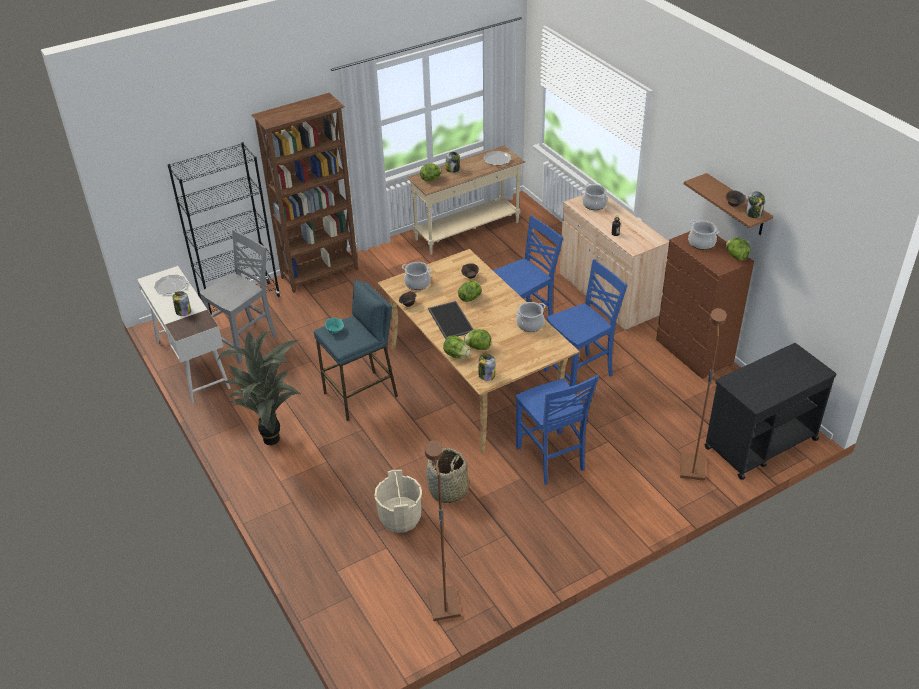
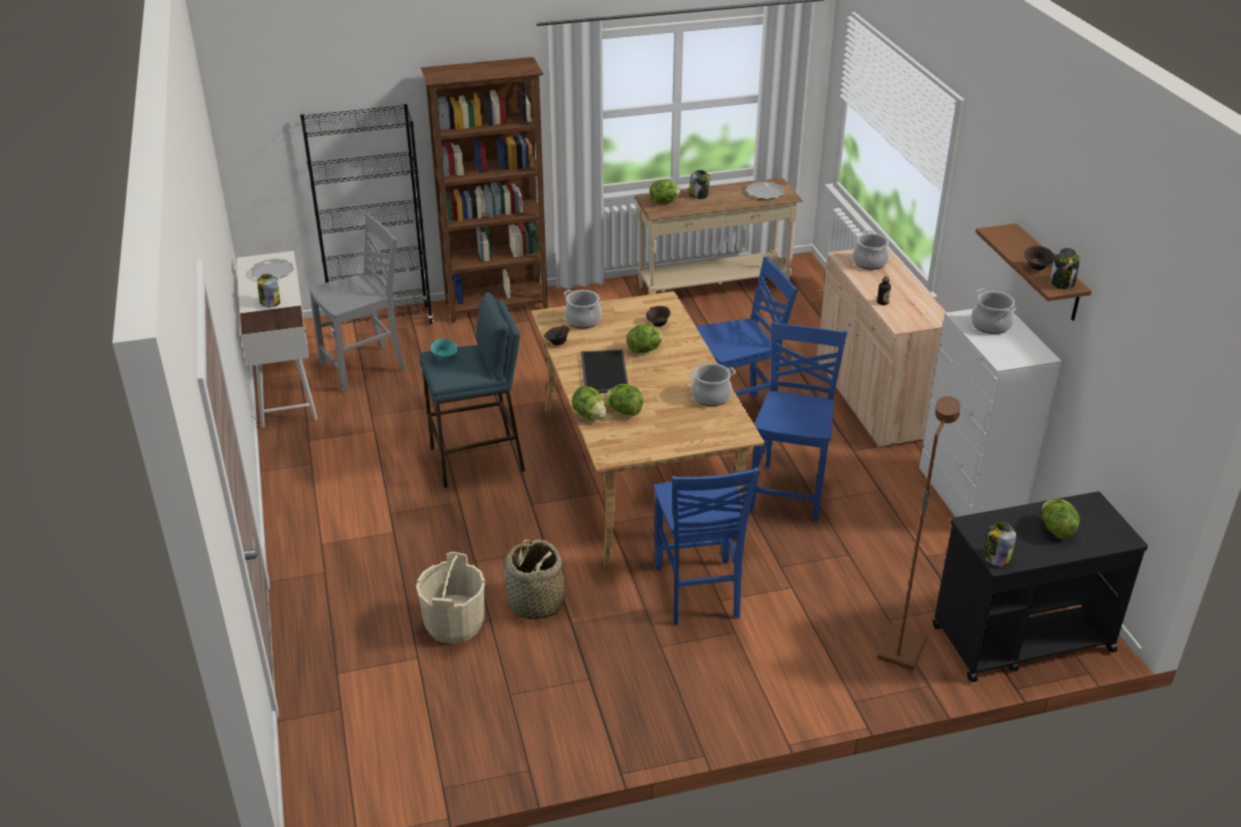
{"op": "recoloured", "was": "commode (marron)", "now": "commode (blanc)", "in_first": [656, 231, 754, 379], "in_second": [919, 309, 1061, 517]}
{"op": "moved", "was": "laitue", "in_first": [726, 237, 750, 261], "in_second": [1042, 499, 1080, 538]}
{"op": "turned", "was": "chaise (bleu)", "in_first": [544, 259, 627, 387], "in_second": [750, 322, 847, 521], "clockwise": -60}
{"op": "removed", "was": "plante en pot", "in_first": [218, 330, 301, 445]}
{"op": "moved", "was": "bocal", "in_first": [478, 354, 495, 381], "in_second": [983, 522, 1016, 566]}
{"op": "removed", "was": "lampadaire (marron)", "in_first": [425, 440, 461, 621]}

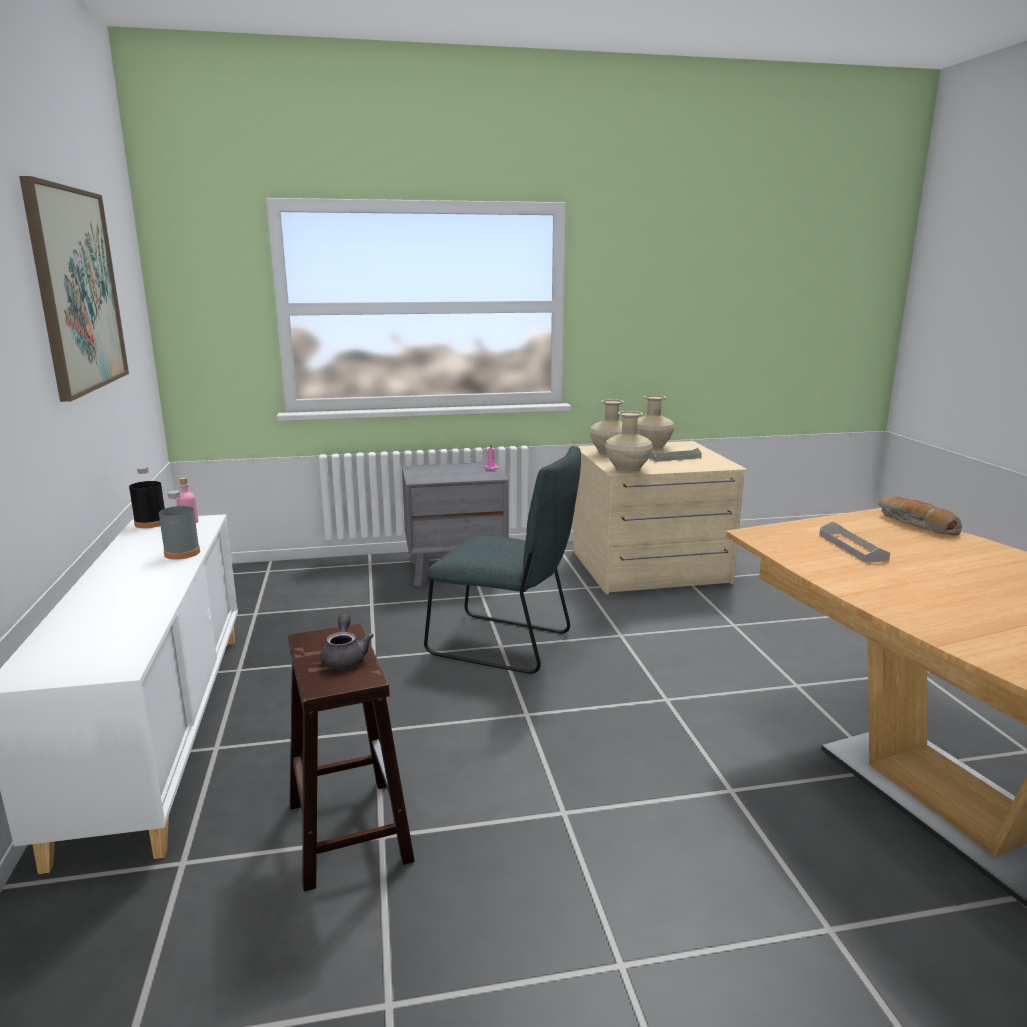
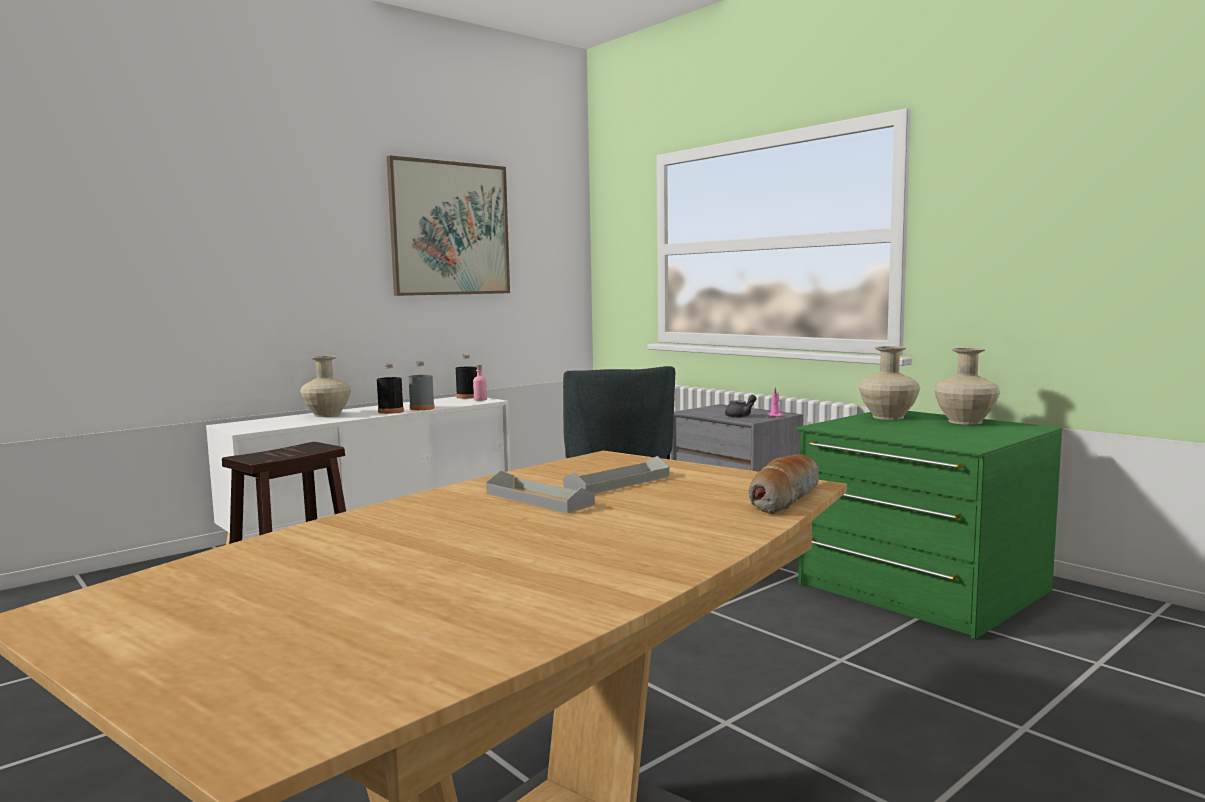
{"op": "moved", "was": "vase (beige)", "in_first": [605, 411, 653, 473], "in_second": [300, 356, 351, 417]}
{"op": "recoloured", "was": "commode (beige)", "now": "commode (vert)", "in_first": [573, 441, 747, 594], "in_second": [796, 411, 1063, 639]}
{"op": "moved", "was": "plateau (gris)", "in_first": [649, 448, 702, 462], "in_second": [486, 471, 595, 514]}
{"op": "moved", "was": "théière (gris)", "in_first": [320, 613, 374, 669], "in_second": [725, 395, 757, 418]}
{"op": "added", "now": "bouteille (noir)", "in_second": [377, 364, 404, 414]}

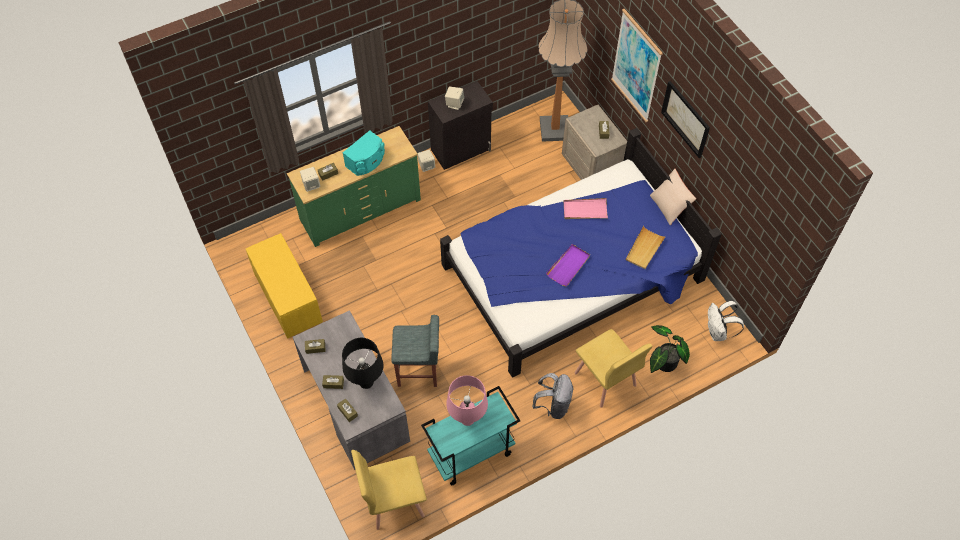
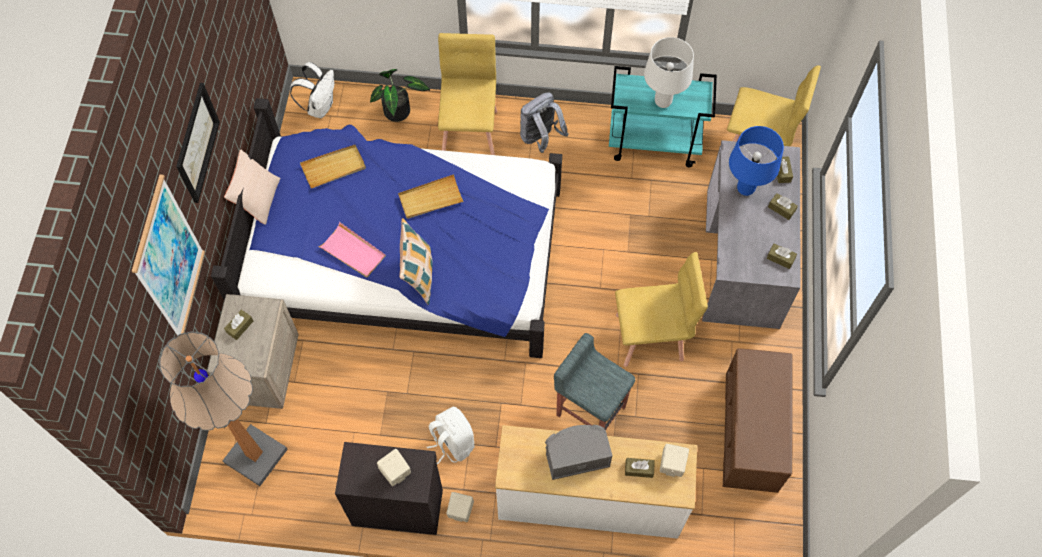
{"op": "recoloured", "was": "commode (vert)", "now": "commode (blanc)", "in_first": [287, 126, 421, 247], "in_second": [495, 425, 697, 539]}
{"op": "recoloured", "was": "enceinte (turquoise)", "now": "enceinte (gris)", "in_first": [343, 130, 385, 176], "in_second": [545, 425, 613, 480]}
{"op": "recoloured", "was": "banc (jaune)", "now": "banc (marron)", "in_first": [246, 233, 323, 339], "in_second": [723, 348, 793, 493]}
{"op": "recoloured", "was": "plateau (violet)", "now": "plateau (beige)", "in_first": [546, 244, 590, 287], "in_second": [398, 174, 464, 219]}
{"op": "moved", "was": "tabouret (gris)", "in_first": [391, 315, 439, 387], "in_second": [554, 333, 635, 430]}
{"op": "recoloured", "was": "lampe de table (noir)", "now": "lampe de table (bleu)", "in_first": [342, 338, 383, 389], "in_second": [729, 126, 784, 196]}
{"op": "recoloured", "was": "lampe de table (rose)", "now": "lampe de table (blanc)", "in_first": [446, 375, 488, 426], "in_second": [644, 37, 694, 108]}
{"op": "added", "now": "coussin", "in_second": [399, 218, 433, 305]}
{"op": "added", "now": "chaise (jaune)", "in_second": [615, 252, 708, 367]}
{"op": "added", "now": "sac à dos (blanc)", "in_second": [427, 407, 475, 464]}

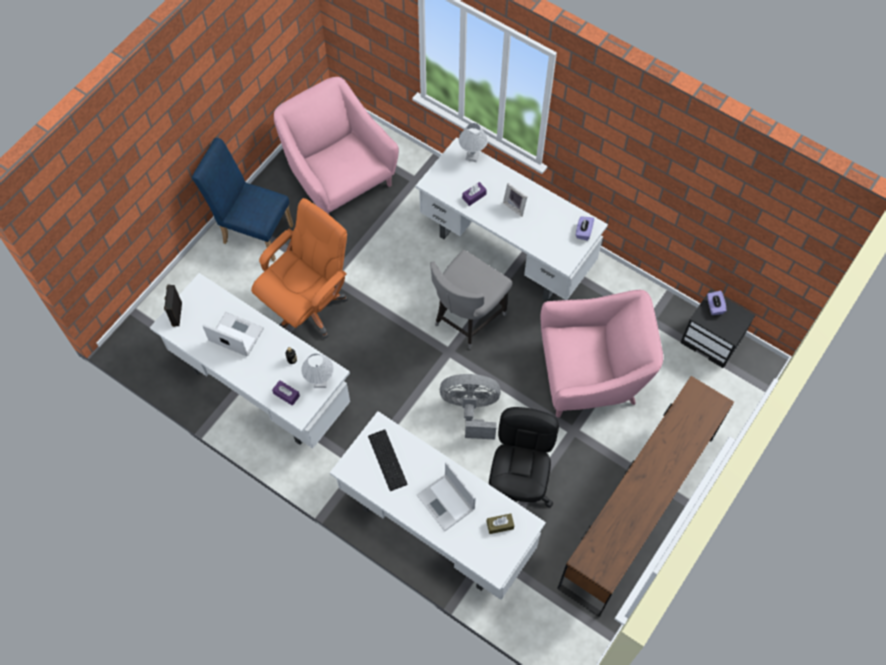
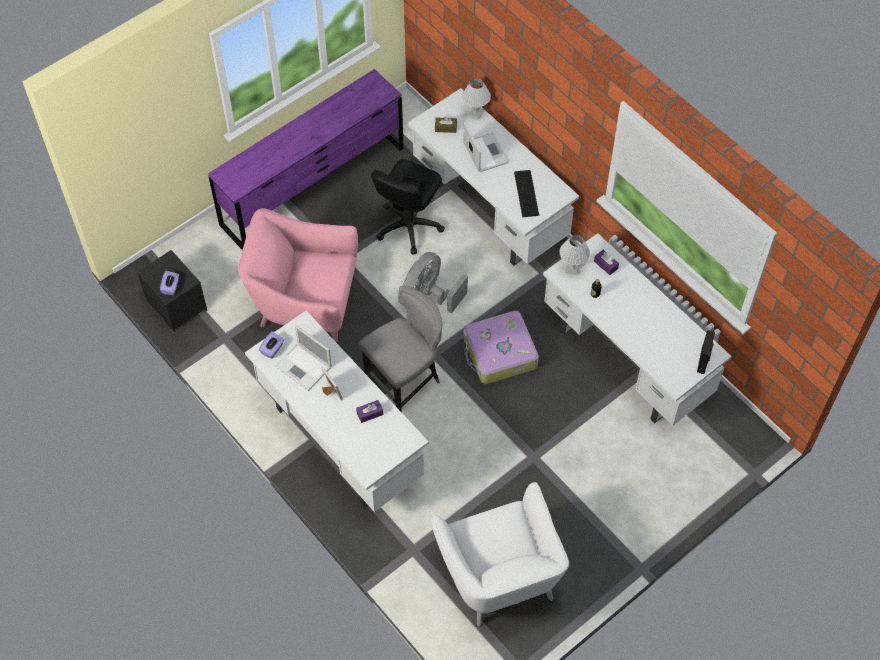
{"op": "recoloured", "was": "fauteuil (rose)", "now": "fauteuil (blanc)", "in_first": [274, 77, 399, 214], "in_second": [431, 482, 569, 626]}
{"op": "moved", "was": "lampe de table (blanc)", "in_first": [459, 123, 488, 162], "in_second": [462, 79, 491, 120]}
{"op": "removed", "was": "chaise (bleu)", "in_first": [192, 138, 294, 261]}
{"op": "removed", "was": "chaise de bureau (orange)", "in_first": [251, 198, 348, 339]}
{"op": "moved", "was": "ordinateur portable", "in_first": [202, 312, 264, 357], "in_second": [275, 325, 332, 391]}
{"op": "turned", "was": "ventilateur (gris)", "in_first": [440, 374, 501, 440], "in_second": [403, 252, 468, 313], "clockwise": 105}
{"op": "recoloured", "was": "commode (marron)", "now": "commode (violet)", "in_first": [557, 376, 734, 617], "in_second": [208, 69, 404, 250]}
{"op": "added", "now": "valise", "in_second": [463, 311, 539, 384]}

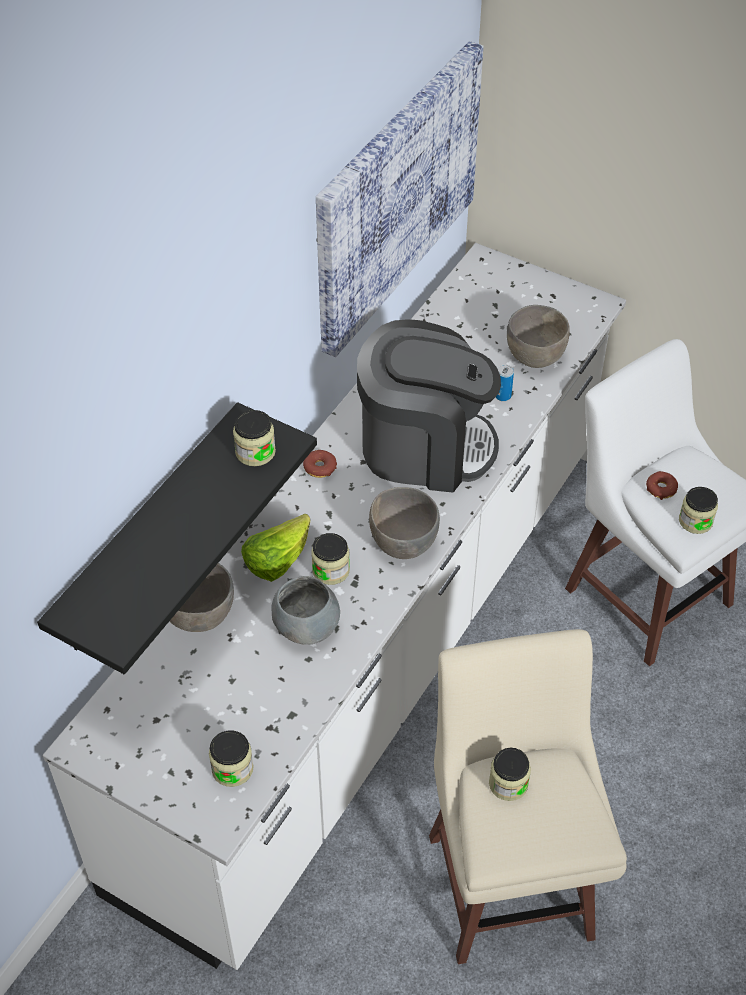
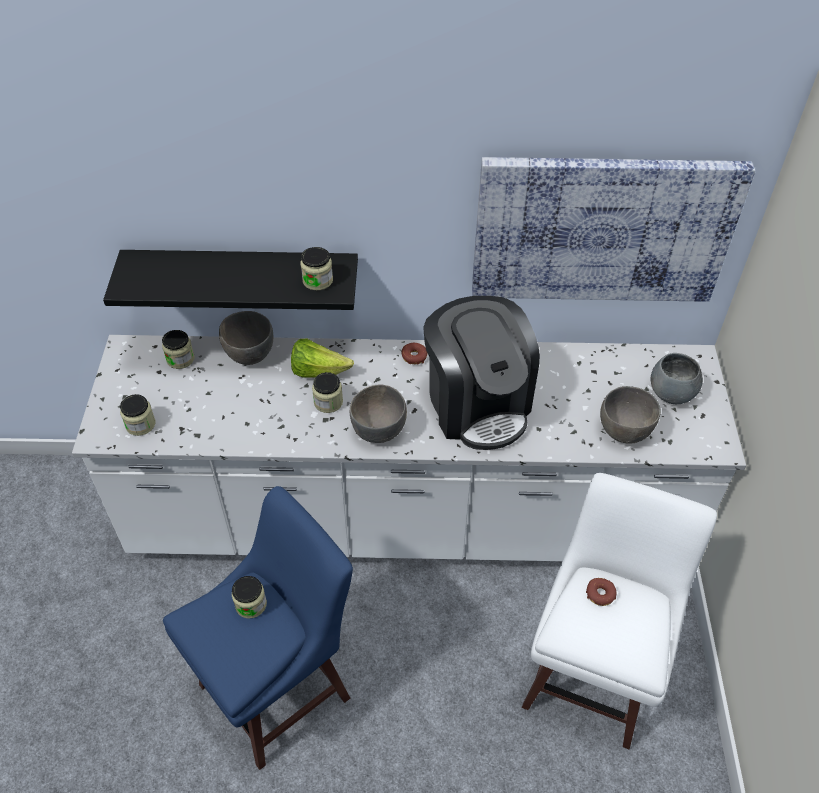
{"op": "removed", "was": "boîte métallique", "in_first": [496, 364, 514, 401]}
{"op": "moved", "was": "bocal", "in_first": [679, 487, 718, 534], "in_second": [162, 330, 195, 369]}
{"op": "moved", "was": "bol (gris)", "in_first": [271, 576, 340, 645], "in_second": [651, 353, 703, 404]}
{"op": "recoloured", "was": "tabouret (beige)", "now": "tabouret (bleu)", "in_first": [429, 629, 627, 964], "in_second": [163, 486, 353, 770]}

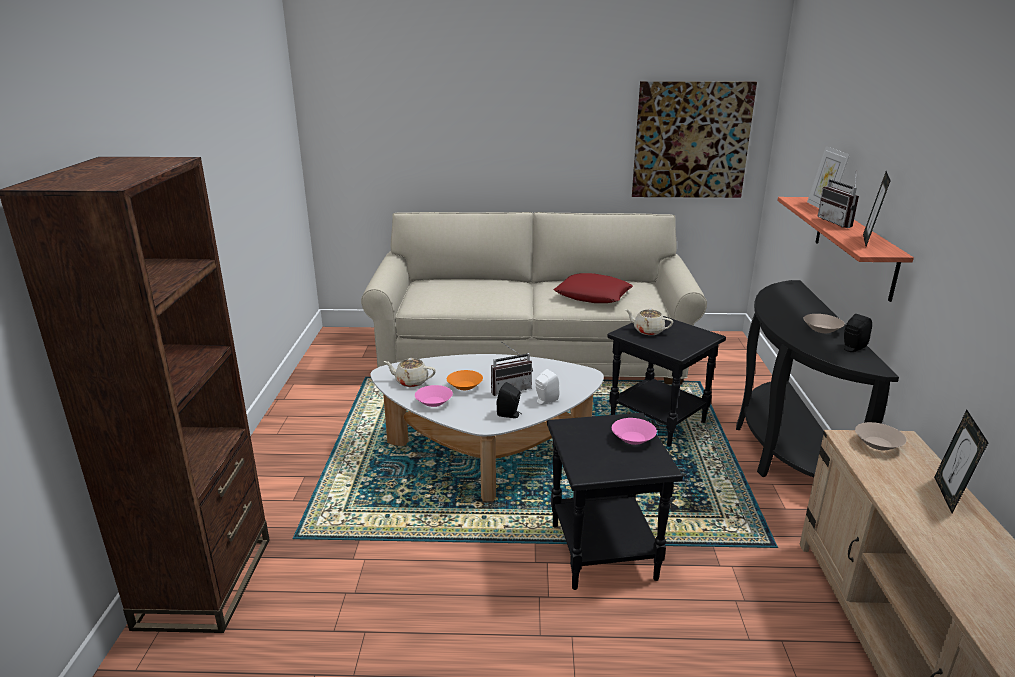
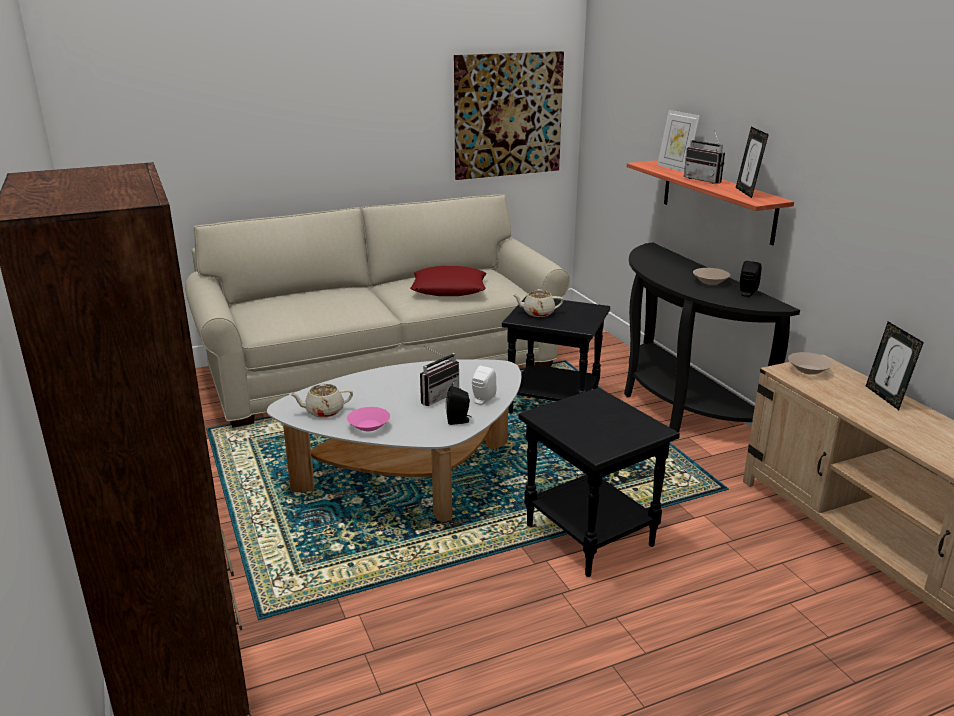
{"op": "removed", "was": "bol (orange)", "in_first": [447, 370, 483, 390]}
{"op": "removed", "was": "bol (rose)", "in_first": [612, 418, 657, 445]}

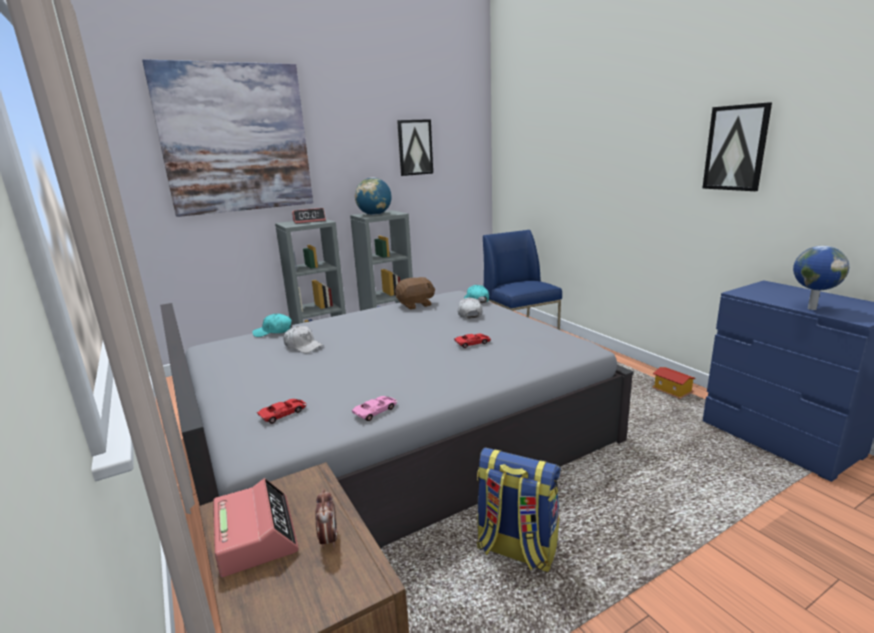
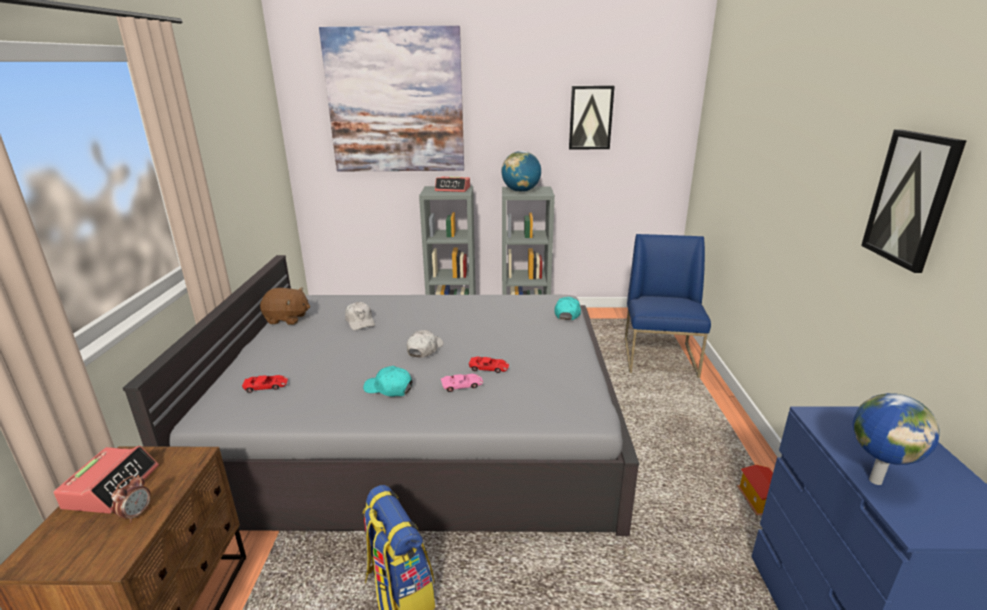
{"op": "moved", "was": "peluche (marron)", "in_first": [395, 277, 435, 310], "in_second": [260, 287, 310, 325]}
{"op": "moved", "was": "casquette (blanc)", "in_first": [457, 298, 482, 319], "in_second": [407, 330, 444, 358]}
{"op": "moved", "was": "casquette (turquoise)", "in_first": [252, 314, 292, 337], "in_second": [363, 366, 413, 397]}
{"op": "moved", "was": "petite voiture (rose)", "in_first": [352, 396, 397, 421], "in_second": [441, 374, 483, 392]}

